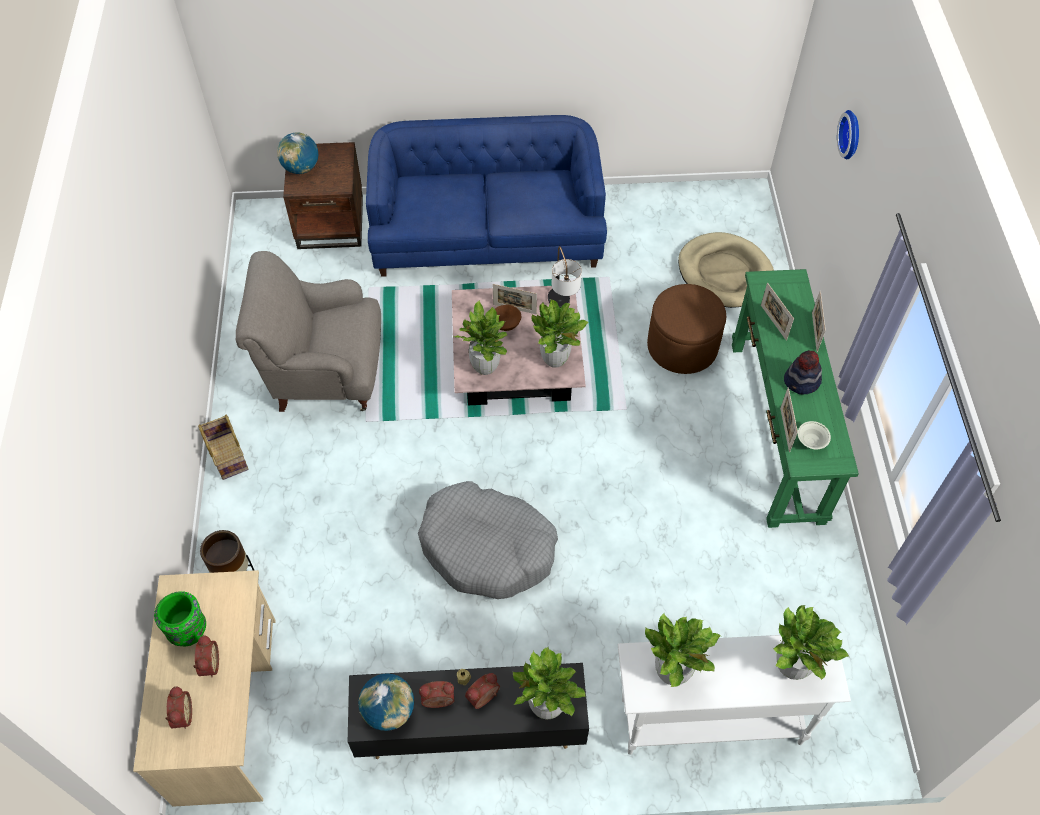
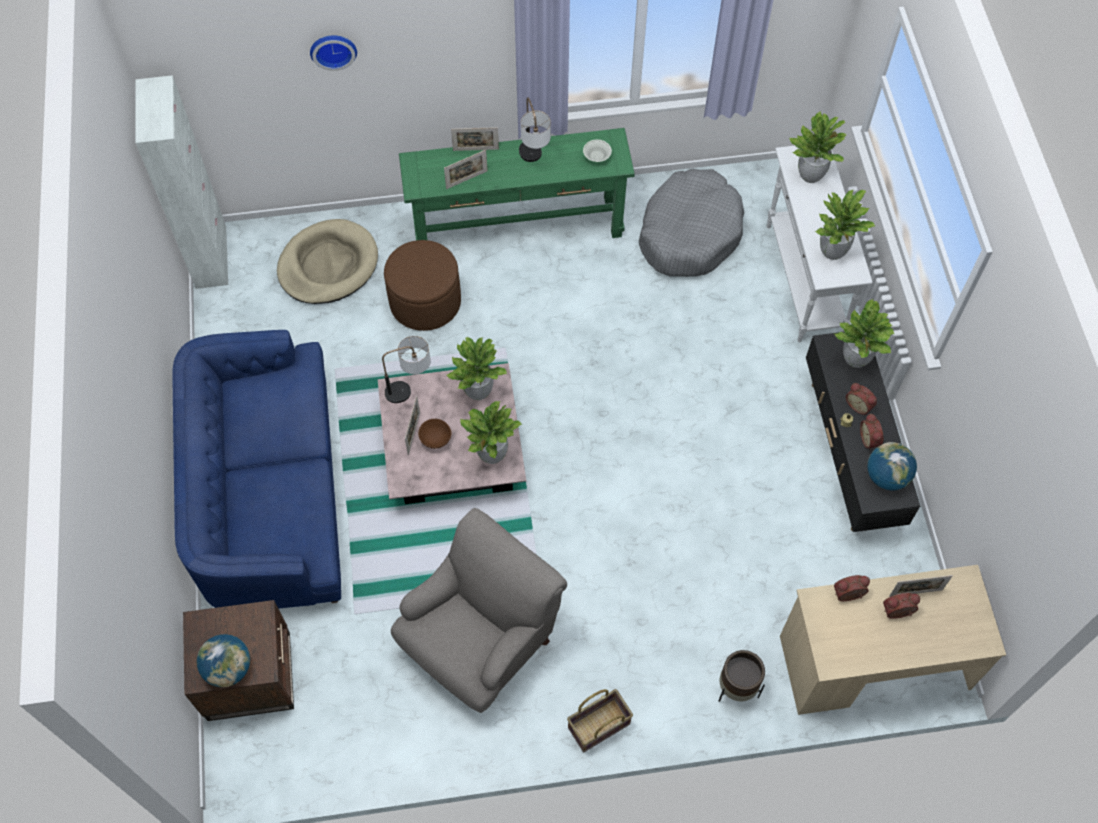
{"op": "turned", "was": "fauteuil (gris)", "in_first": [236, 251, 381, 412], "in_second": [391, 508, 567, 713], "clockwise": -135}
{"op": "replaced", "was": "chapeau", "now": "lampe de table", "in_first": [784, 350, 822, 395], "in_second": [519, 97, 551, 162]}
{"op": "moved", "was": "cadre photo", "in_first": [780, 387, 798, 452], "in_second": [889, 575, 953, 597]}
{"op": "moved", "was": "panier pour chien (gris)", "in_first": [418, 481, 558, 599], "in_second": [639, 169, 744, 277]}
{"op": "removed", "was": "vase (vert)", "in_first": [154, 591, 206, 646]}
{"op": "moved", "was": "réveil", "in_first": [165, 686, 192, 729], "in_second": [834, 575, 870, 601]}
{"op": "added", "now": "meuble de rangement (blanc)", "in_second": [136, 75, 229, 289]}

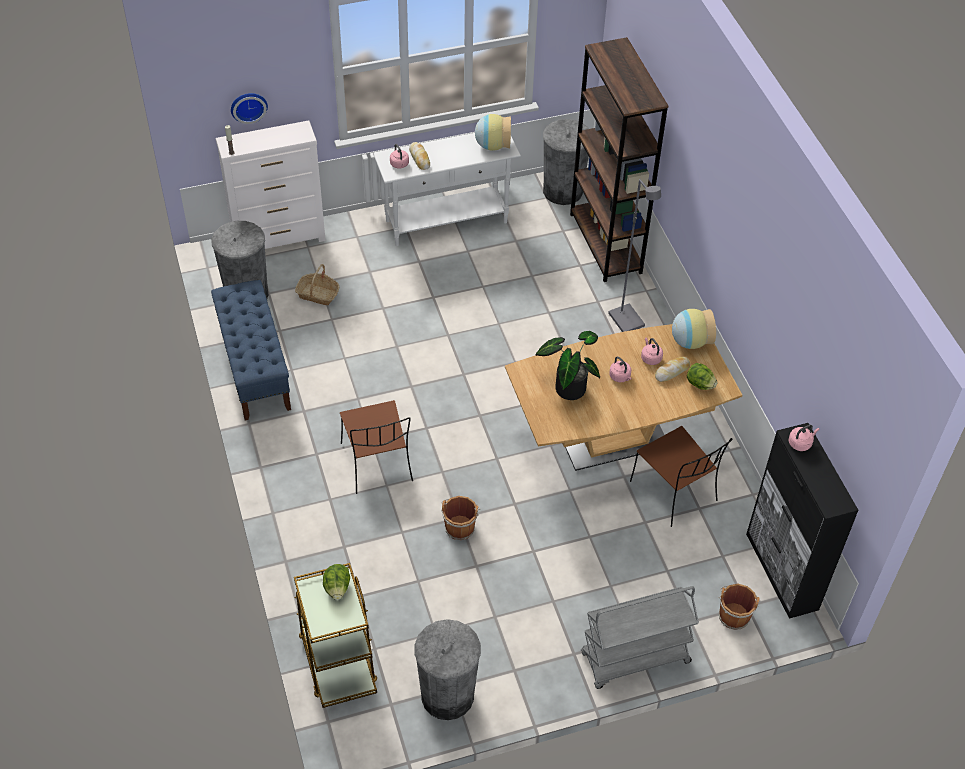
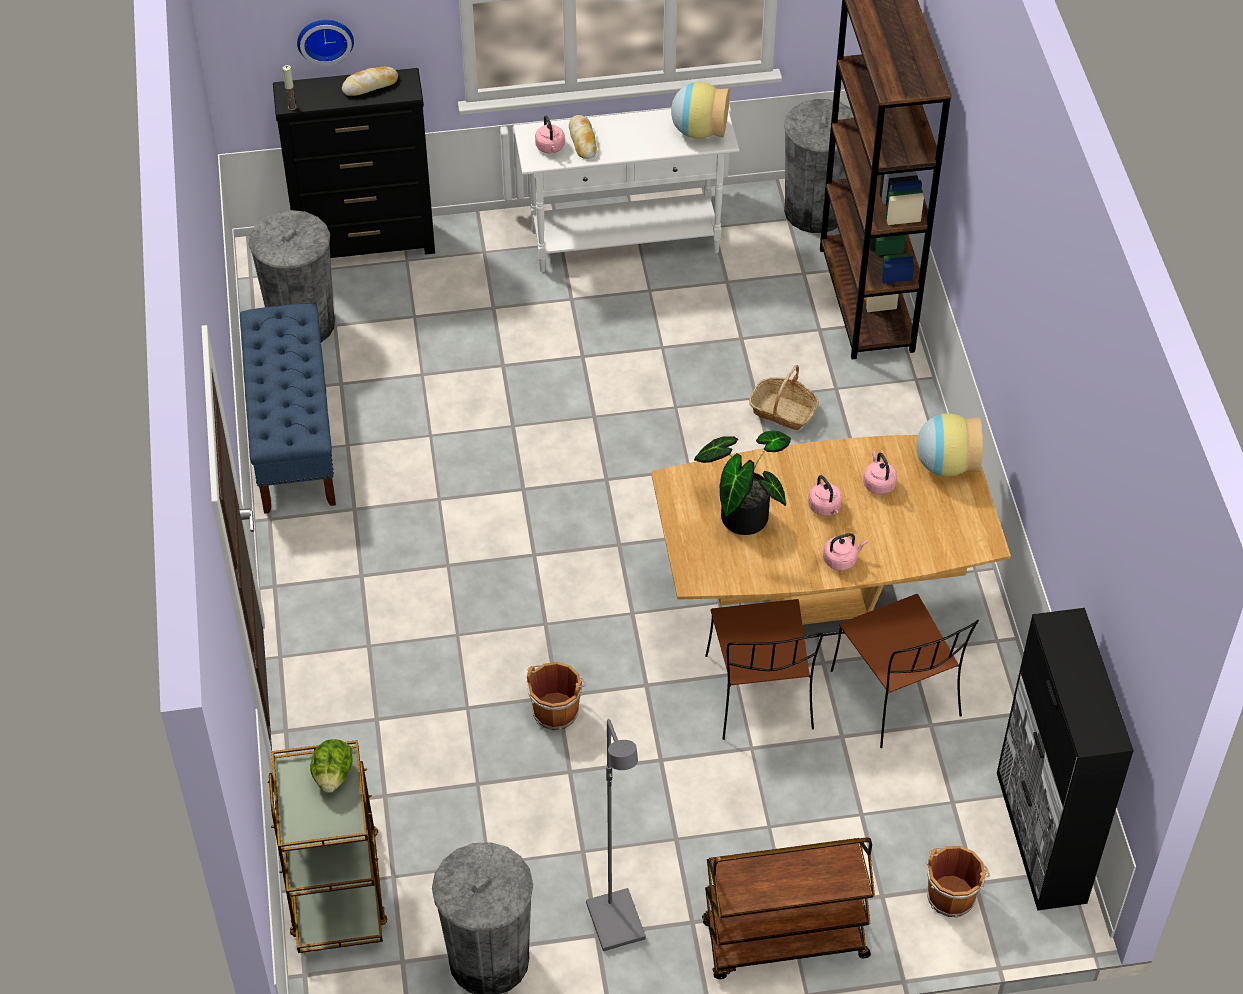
{"op": "recoloured", "was": "commode (blanc)", "now": "commode (noir)", "in_first": [216, 120, 326, 249], "in_second": [273, 68, 435, 258]}
{"op": "moved", "was": "lampadaire (gris)", "in_first": [608, 179, 661, 332], "in_second": [586, 719, 646, 951]}
{"op": "moved", "was": "panier", "in_first": [295, 264, 339, 305], "in_second": [749, 365, 819, 430]}
{"op": "moved", "was": "pain", "in_first": [655, 357, 690, 382], "in_second": [342, 67, 398, 96]}
{"op": "removed", "was": "laitue", "in_first": [687, 363, 718, 390]}
{"op": "moved", "was": "chaise (marron)", "in_first": [340, 400, 413, 494], "in_second": [705, 599, 824, 740]}
{"op": "moved", "was": "bouilloire (rose)", "in_first": [789, 425, 820, 451], "in_second": [823, 533, 868, 570]}
{"op": "recoloured", "was": "chariot (gris)", "now": "chariot (marron)", "in_first": [581, 586, 699, 689], "in_second": [702, 838, 875, 979]}

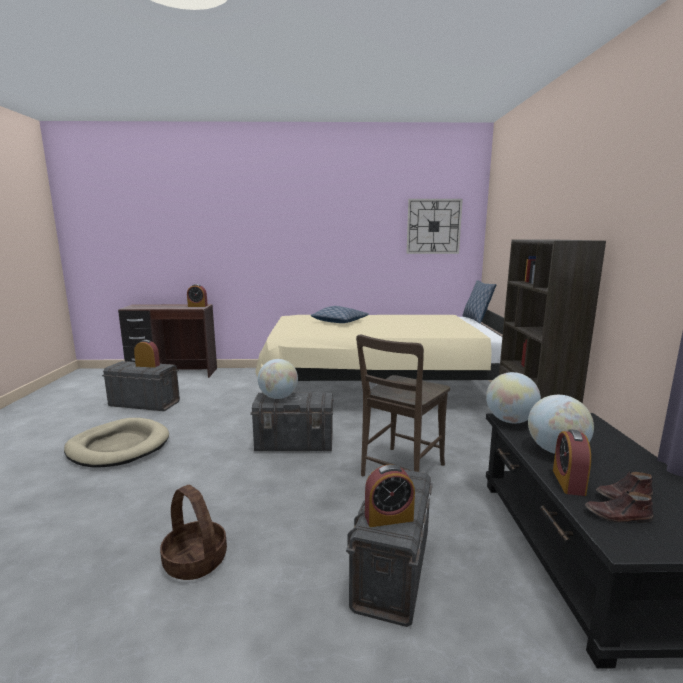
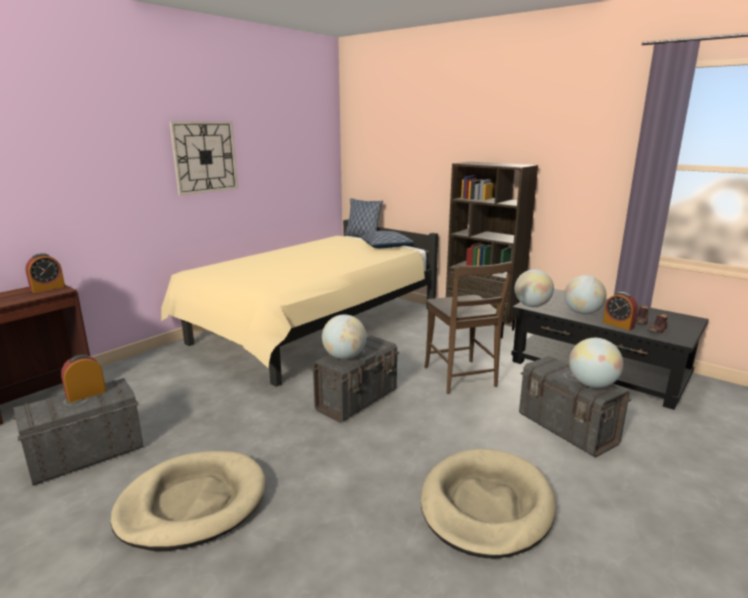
{"op": "moved", "was": "horloge murale", "in_first": [406, 199, 463, 254], "in_second": [169, 121, 238, 195]}
{"op": "moved", "was": "coussin", "in_first": [311, 306, 369, 323], "in_second": [361, 231, 414, 248]}
{"op": "replaced", "was": "réveil", "now": "globe", "in_first": [365, 465, 415, 527], "in_second": [569, 338, 623, 388]}
{"op": "replaced", "was": "panier", "now": "panier pour chien (beige)", "in_first": [160, 484, 227, 580], "in_second": [421, 449, 556, 558]}

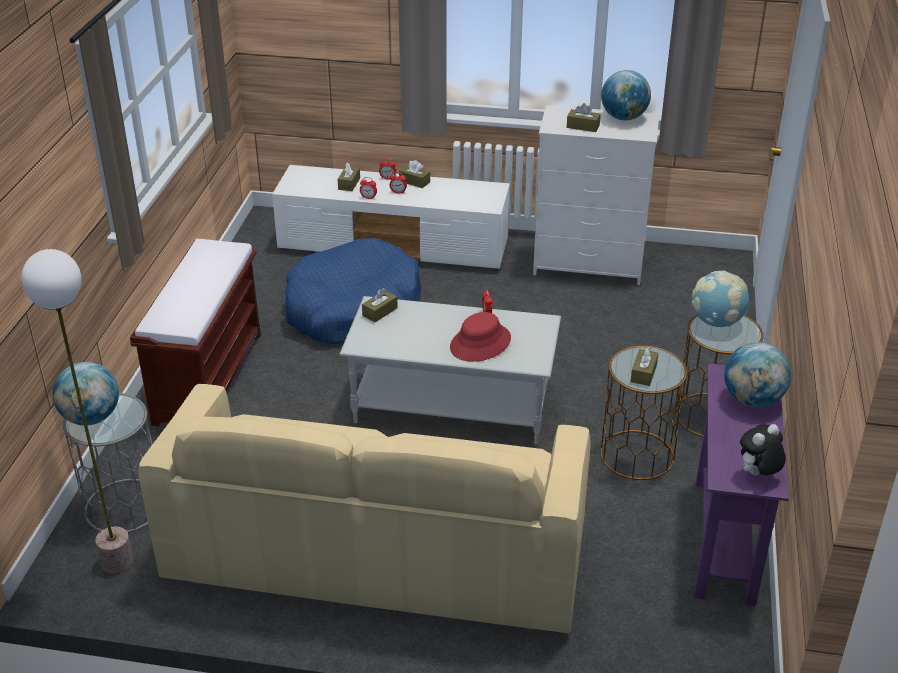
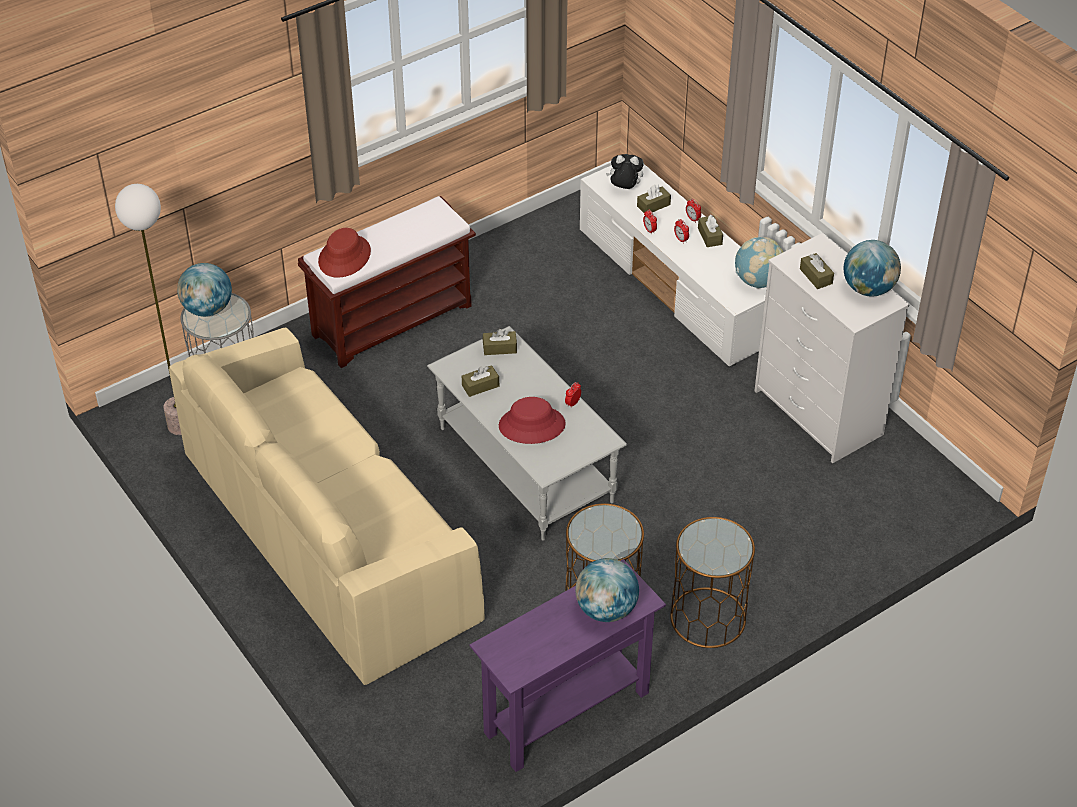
{"op": "removed", "was": "panier pour chien (bleu)", "in_first": [286, 238, 421, 344]}
{"op": "moved", "was": "globe", "in_first": [692, 271, 749, 327], "in_second": [735, 237, 783, 289]}
{"op": "moved", "was": "boîte à mouchoirs (marron)", "in_first": [631, 347, 658, 386], "in_second": [462, 365, 499, 397]}
{"op": "moved", "was": "peluche", "in_first": [740, 424, 786, 476], "in_second": [606, 154, 644, 189]}
{"op": "added", "now": "chapeau (rouge)", "in_second": [318, 228, 371, 277]}

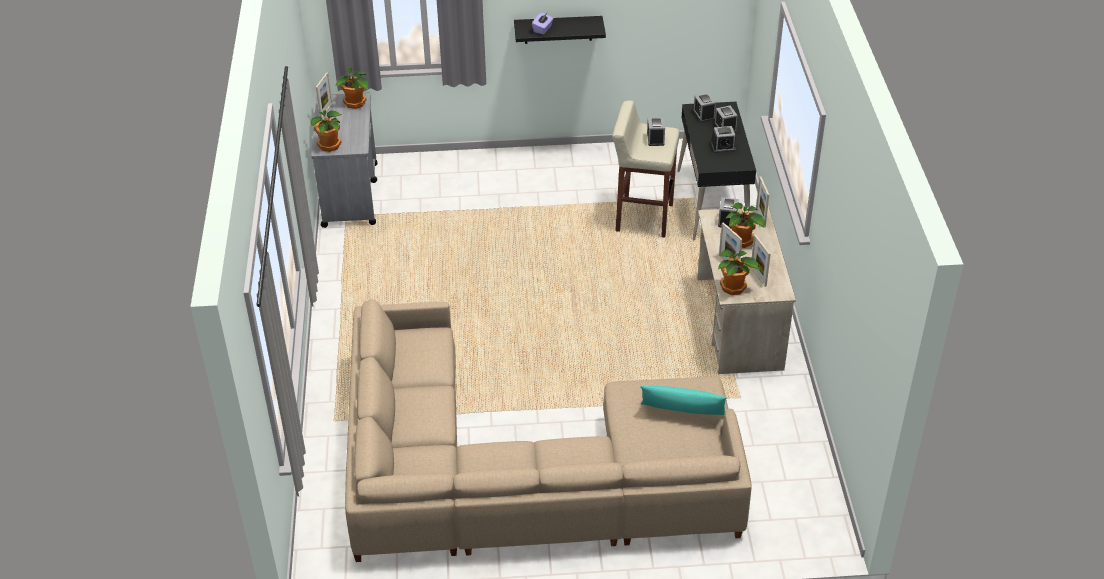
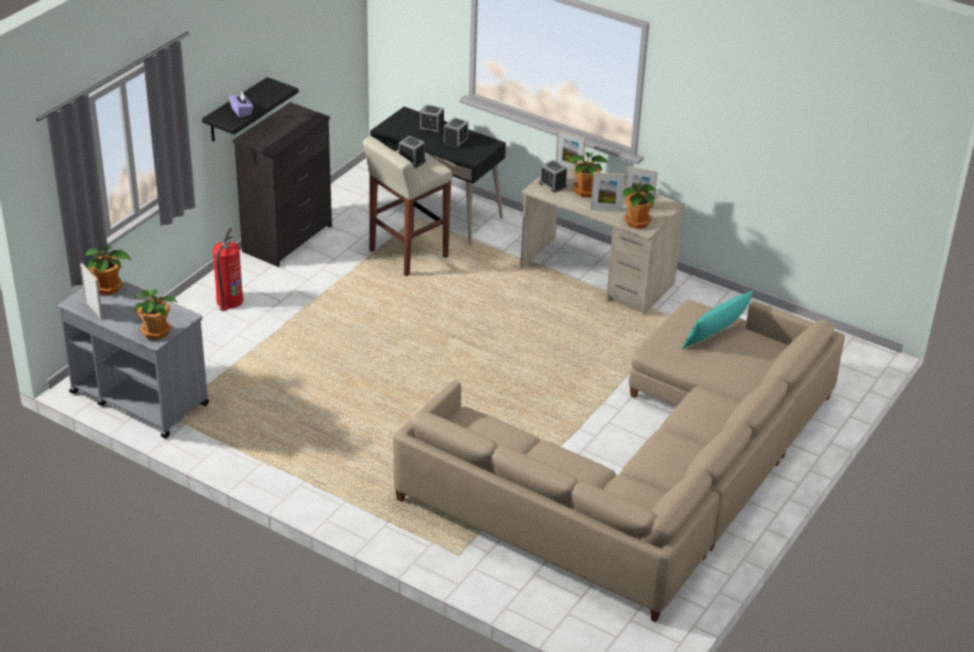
{"op": "removed", "was": "réveil", "in_first": [693, 93, 716, 122]}
{"op": "added", "now": "commode (noir)", "in_second": [233, 102, 332, 267]}
{"op": "added", "now": "extincteur", "in_second": [213, 228, 243, 311]}

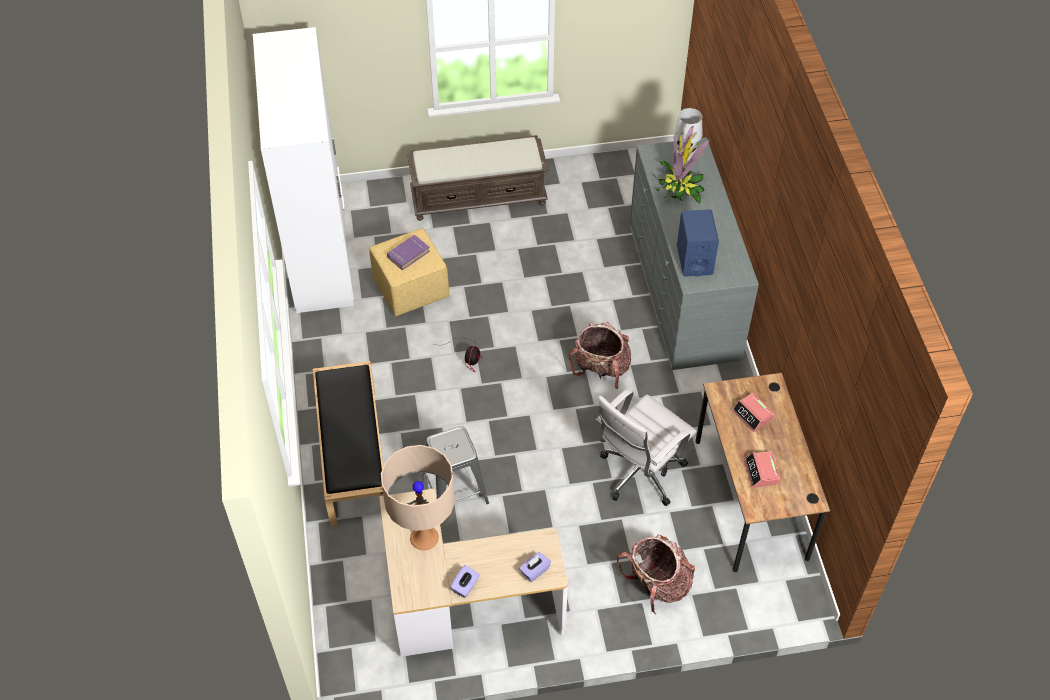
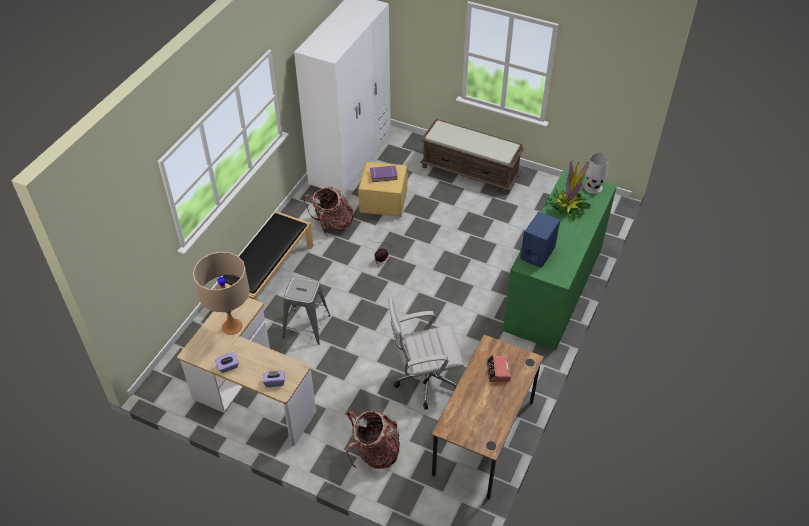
{"op": "recoloured", "was": "commode (gris)", "now": "commode (vert)", "in_first": [630, 137, 759, 370], "in_second": [502, 170, 617, 350]}
{"op": "moved", "was": "sac à dos", "in_first": [569, 322, 631, 389], "in_second": [303, 187, 353, 236]}
{"op": "removed", "was": "réveil", "in_first": [744, 451, 781, 488]}

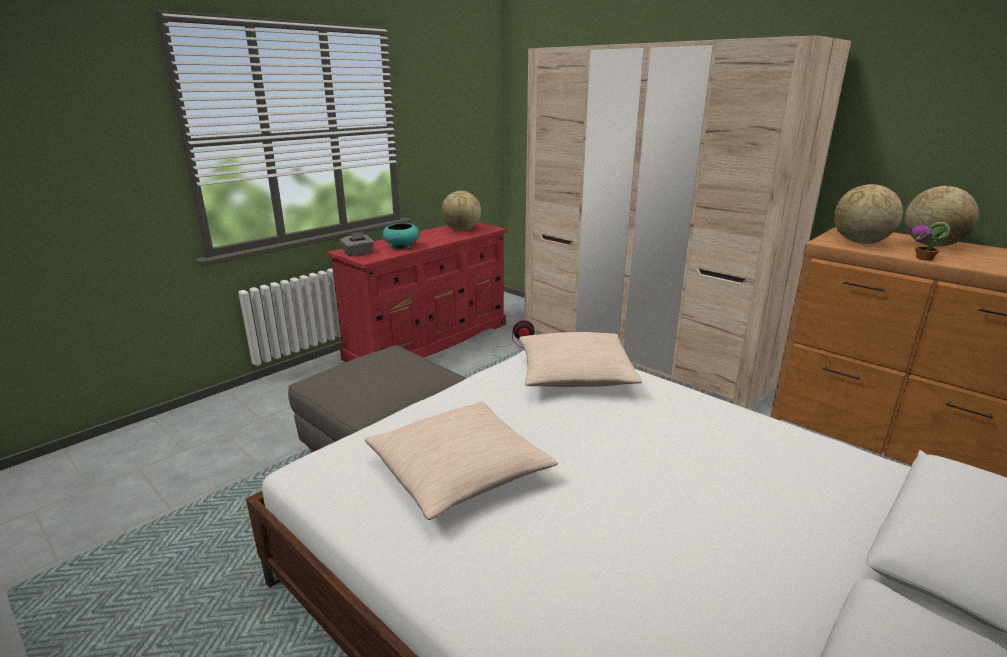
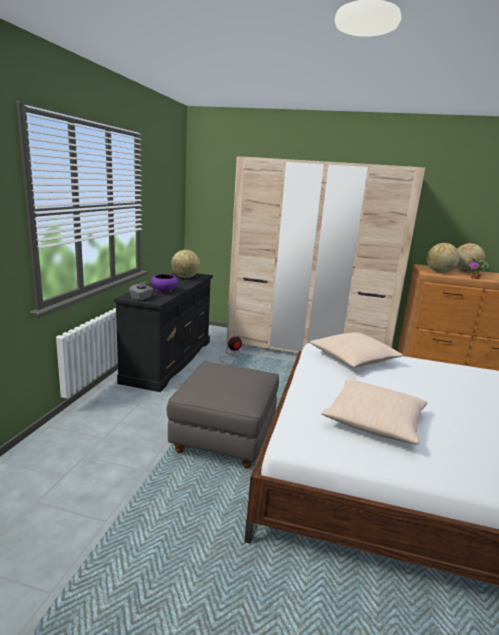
{"op": "recoloured", "was": "commode (rouge)", "now": "commode (noir)", "in_first": [327, 222, 507, 362], "in_second": [114, 272, 213, 392]}
{"op": "recoloured", "was": "bol (turquoise)", "now": "bol (violet)", "in_first": [383, 223, 419, 249], "in_second": [151, 274, 178, 293]}

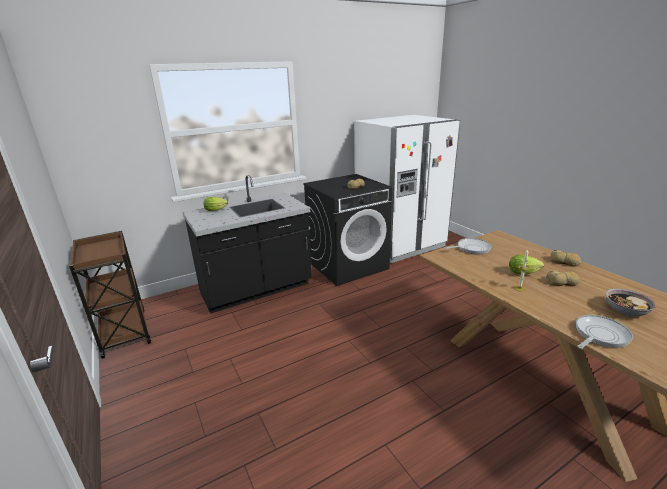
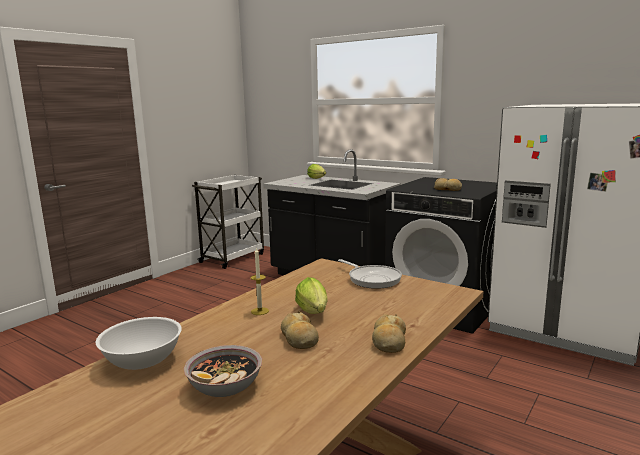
{"op": "recoloured", "was": "chariot (marron)", "now": "chariot (blanc)", "in_first": [69, 231, 151, 359], "in_second": [192, 175, 264, 269]}
{"op": "replaced", "was": "poêle", "now": "bol (blanc)", "in_first": [576, 315, 633, 349], "in_second": [96, 317, 182, 370]}

